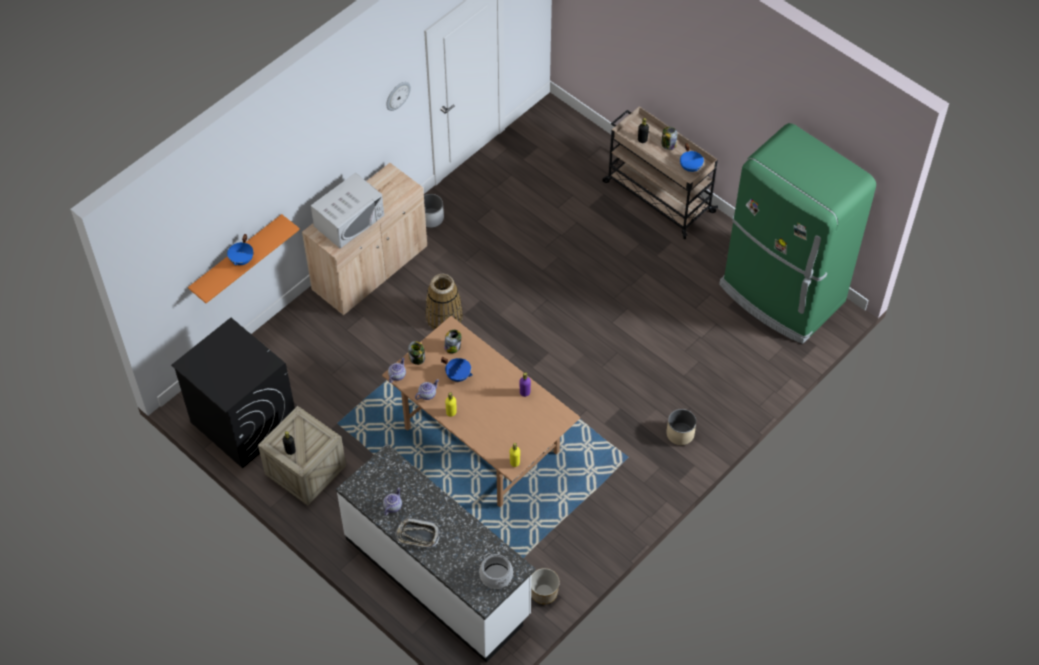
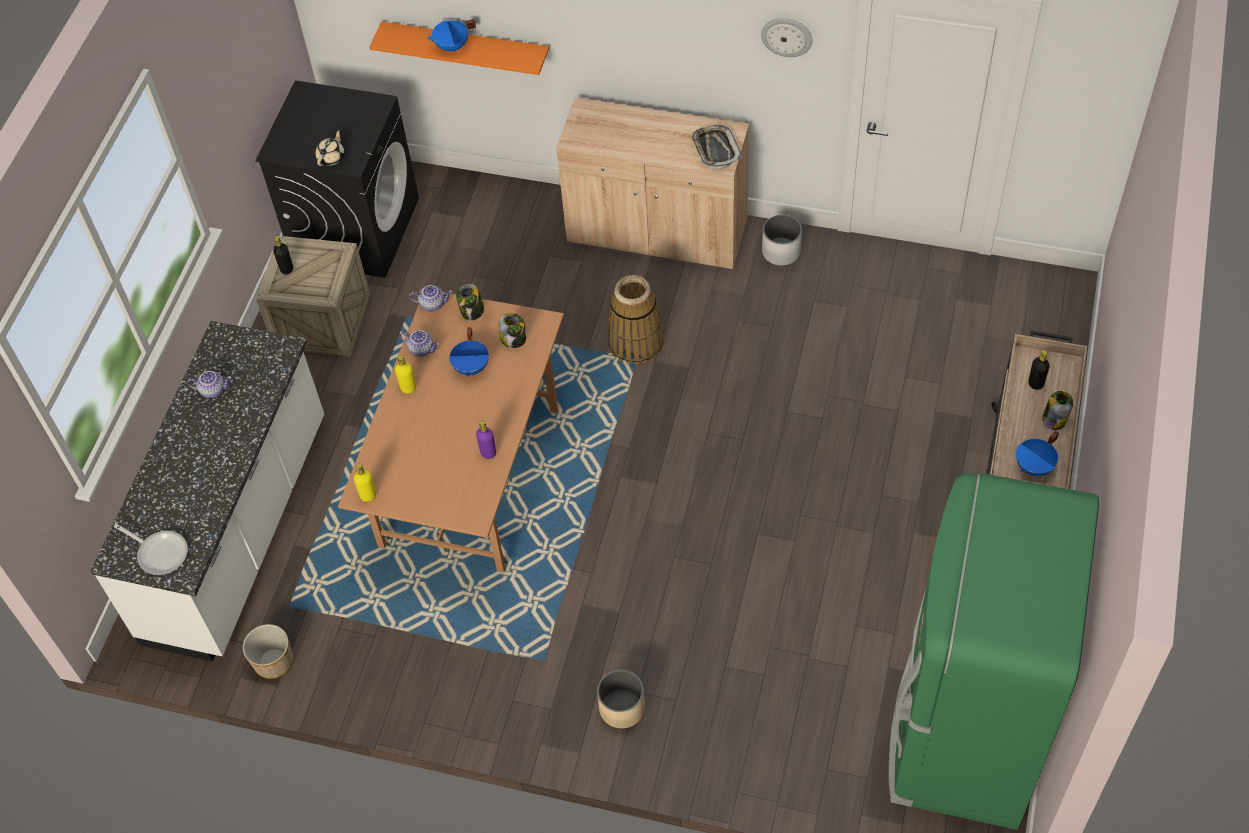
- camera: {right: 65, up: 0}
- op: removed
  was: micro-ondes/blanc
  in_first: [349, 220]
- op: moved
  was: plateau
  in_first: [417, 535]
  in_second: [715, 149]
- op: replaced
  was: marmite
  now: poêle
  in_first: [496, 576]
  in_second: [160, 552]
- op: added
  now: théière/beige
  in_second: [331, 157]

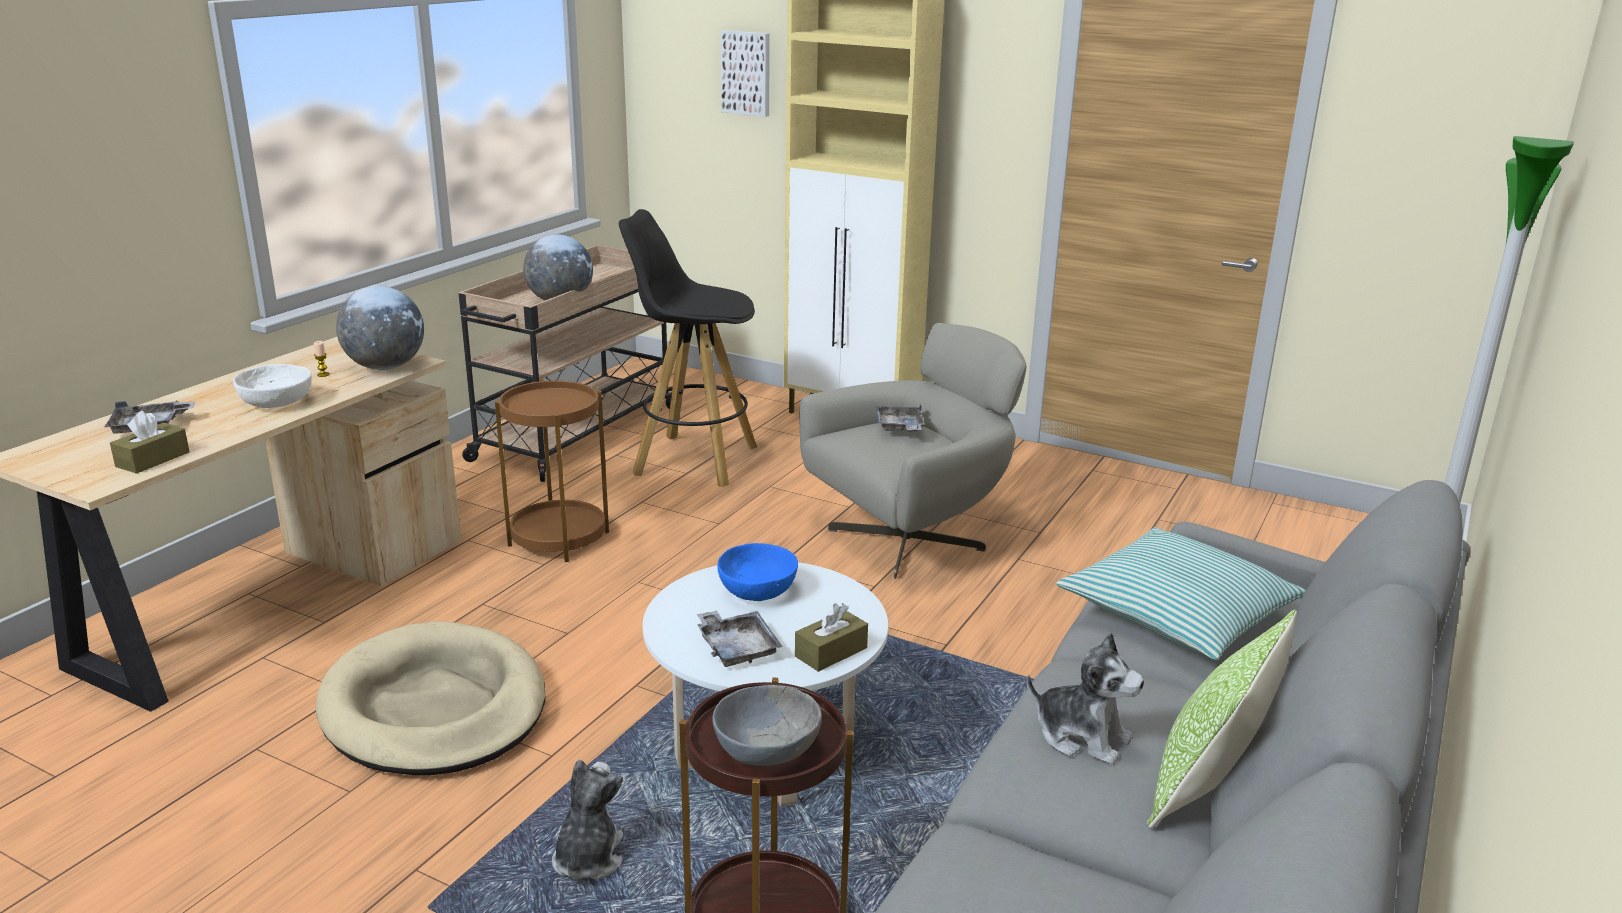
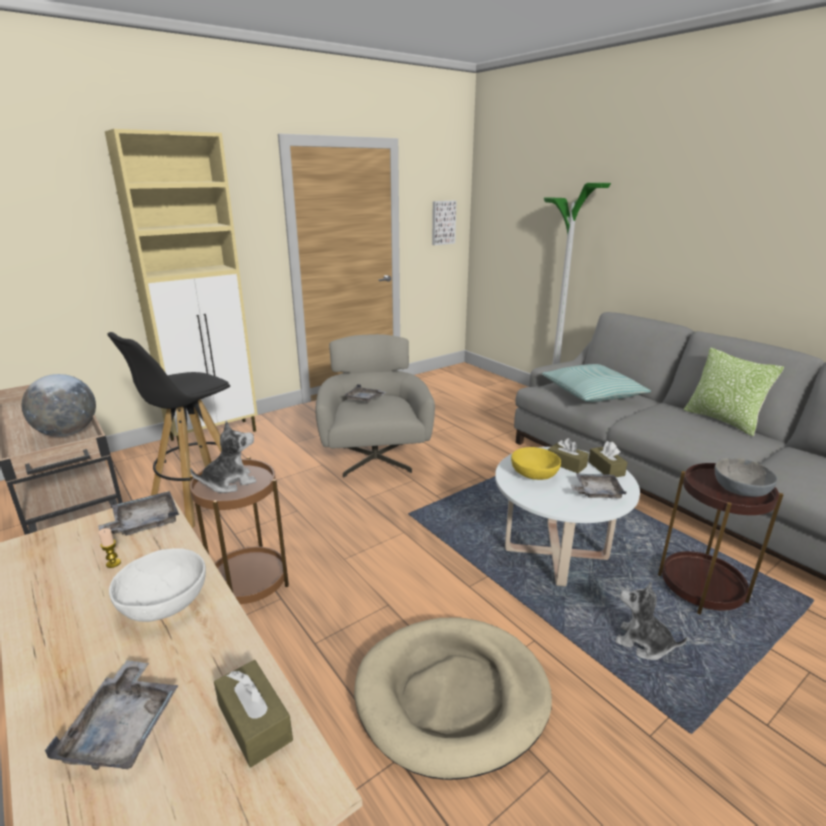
- camera: {right: -65, up: 0}
- op: replaced
  was: globe
  now: plateau/gris
  in_first: [385, 367]
  in_second: [144, 523]
- op: recoloured
  was: bol/bleu
  now: bol/jaune
  in_first: [758, 591]
  in_second: [534, 474]
- op: moved
  was: tableau
  in_first: [747, 73]
  in_second: [442, 222]
- op: moved
  was: peluche
  in_first: [1081, 737]
  in_second: [229, 482]
- op: added
  now: boîte à mouchoirs/marron
  in_second: [566, 464]

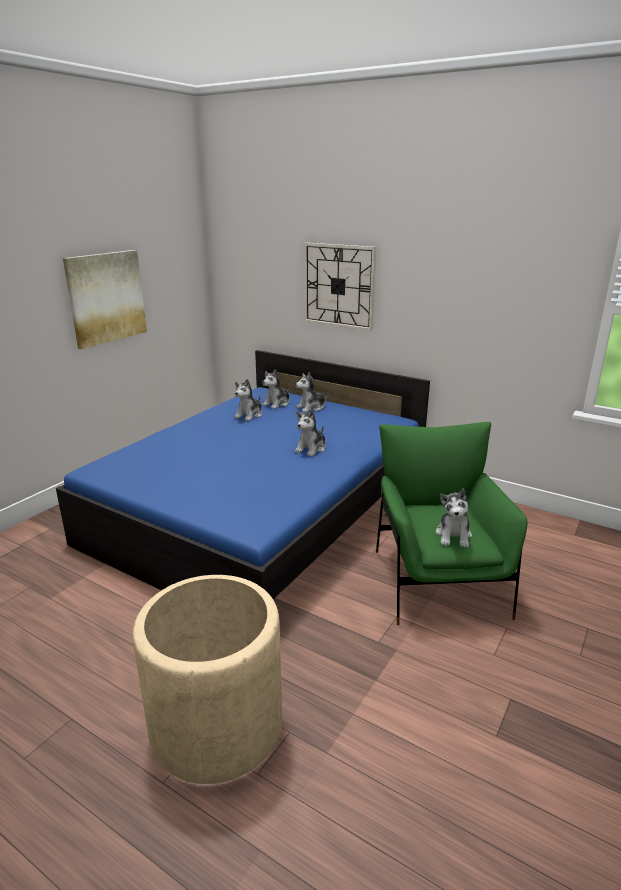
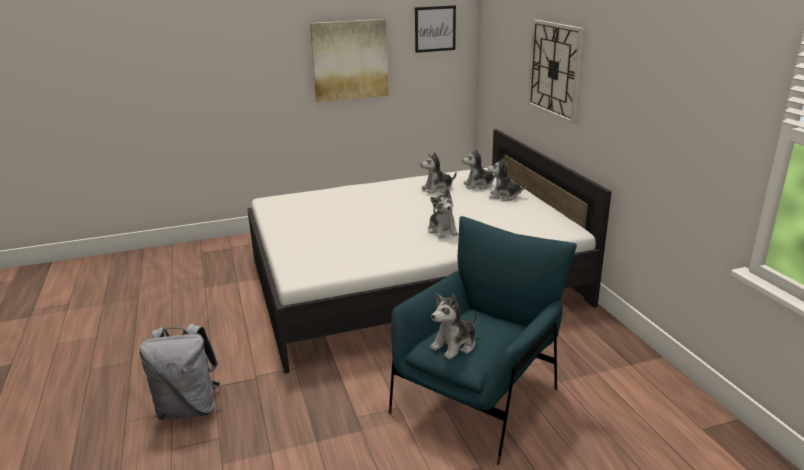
- camera: {right: 40, up: 0}
- op: recoloured
  was: lit/bleu
  now: lit/blanc
  in_first: [261, 509]
  in_second: [411, 280]
- op: replaced
  was: cache-pot/beige
  now: sac à dos/gris
  in_first: [217, 725]
  in_second: [189, 408]
- op: turned
  was: peluche
  in_first: [311, 449]
  in_second: [442, 231]
  clockwise: -90
- op: recoloured
  was: fauteuil/vert
  now: fauteuil/bleu
  in_first: [438, 579]
  in_second: [478, 397]
- op: added
  now: tableau
  in_second: [435, 29]

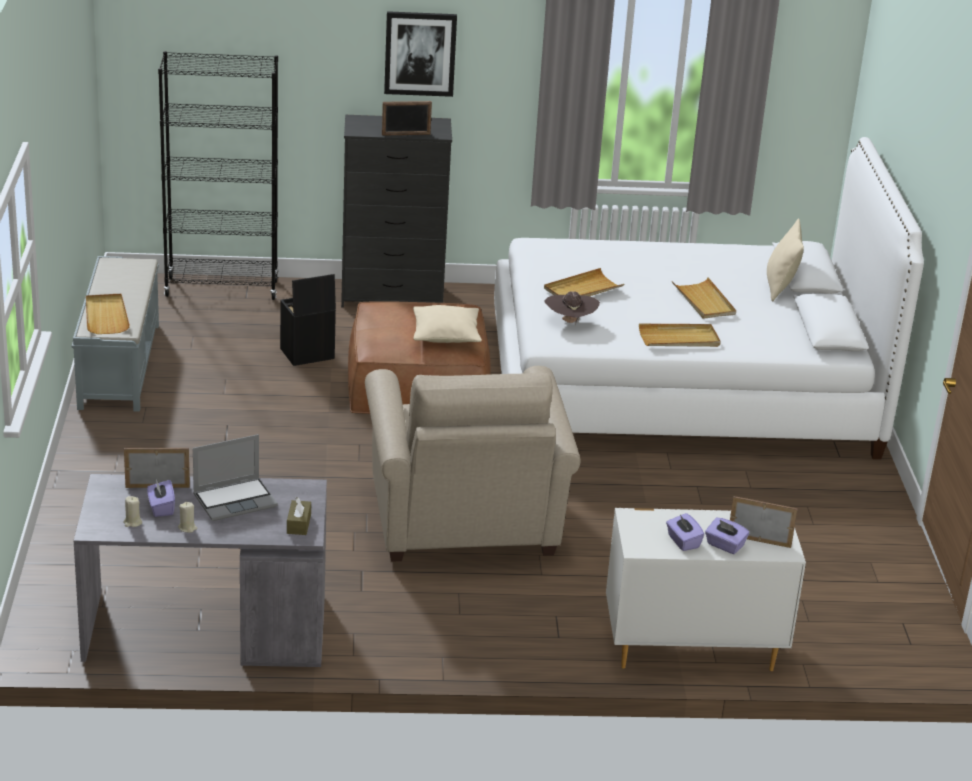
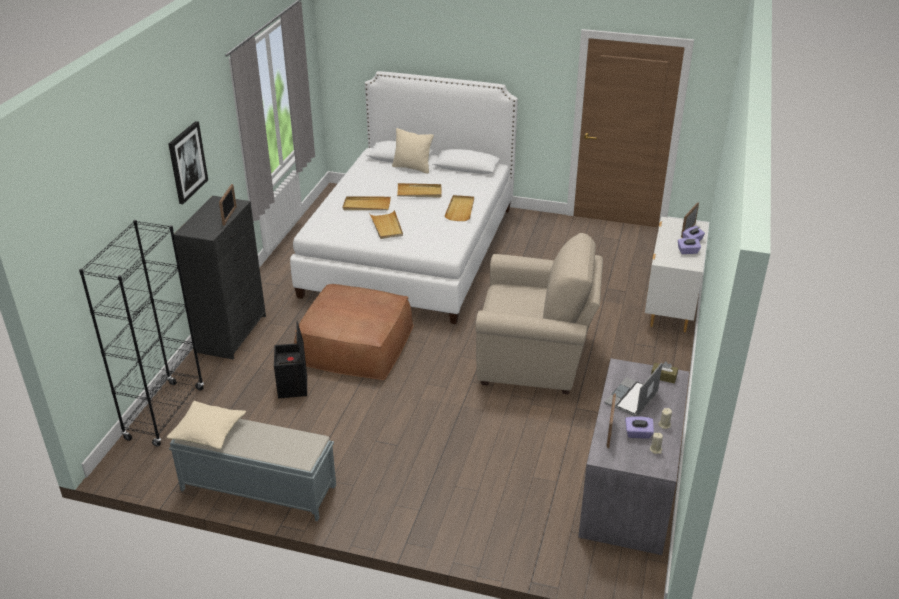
- camera: {right: -70, up: 5}
- op: moved
  was: plateau/beige
  in_first: [106, 316]
  in_second: [366, 205]
- op: turned
  was: ordinateur portable
  in_first: [235, 500]
  in_second: [632, 399]
  clockwise: -135
- op: moved
  was: coussin/beige
  in_first: [446, 335]
  in_second: [208, 432]
- op: removed
  was: chapeau/marron
  in_first: [570, 322]

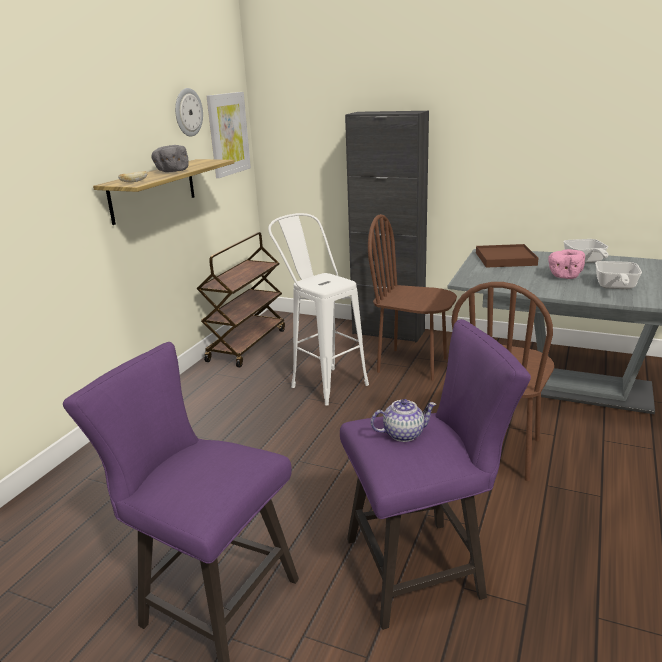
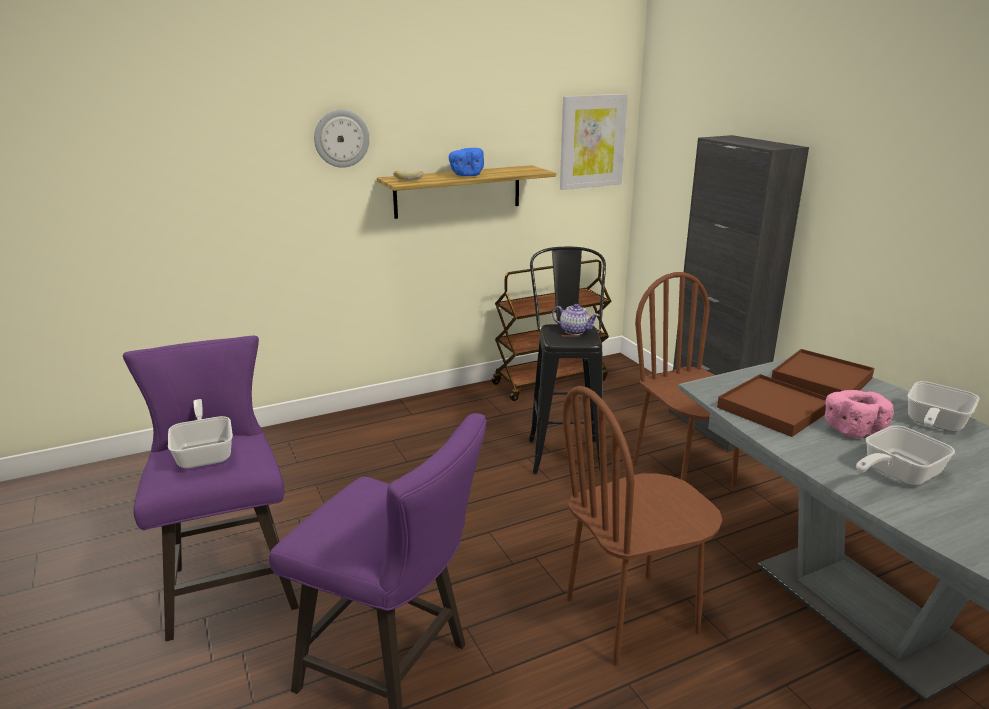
- camera: {right: 40, up: 0}
- op: recoloured
  was: bol/gris
  now: bol/bleu
  in_first: [171, 171]
  in_second: [466, 175]
- op: moved
  was: horloge murale
  in_first: [188, 112]
  in_second: [341, 138]
- op: recoloured
  was: tabouret/blanc
  now: tabouret/noir
  in_first: [322, 382]
  in_second: [563, 449]
- op: moved
  was: théière
  in_first: [403, 434]
  in_second: [575, 331]
- op: added
  now: poêle
  in_second: [205, 452]
- op: added
  now: plateau/marron
  in_second: [774, 409]

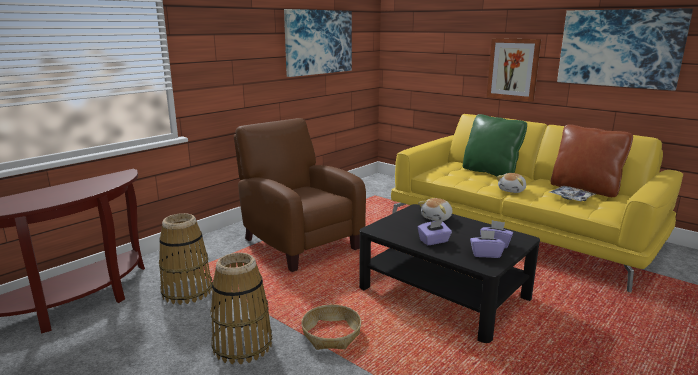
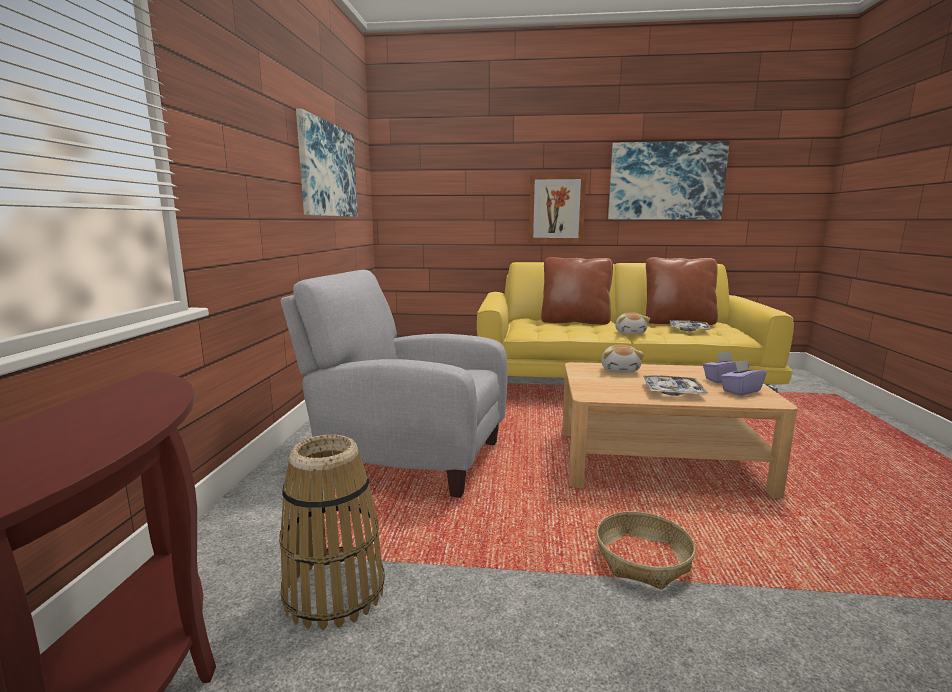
- camera: {right: -35, up: -5}
- op: removed
  was: panier
  in_first: [242, 345]
- op: recoloured
  was: fauteuil/marron
  now: fauteuil/gris
  in_first: [298, 242]
  in_second: [406, 456]
- op: recoloured
  was: table basse/noir
  now: table basse/beige
  in_first: [444, 292]
  in_second: [658, 461]
- op: replaced
  was: boîte à mouchoirs/violet
  now: plateau
  in_first: [434, 241]
  in_second: [673, 392]
- op: recoloured
  was: coussin/vert
  now: coussin/marron
  in_first: [490, 172]
  in_second: [575, 322]

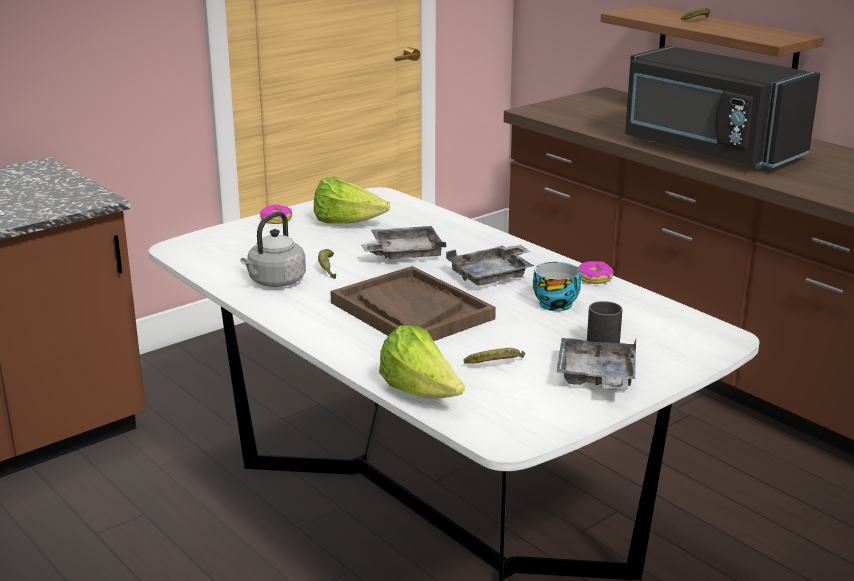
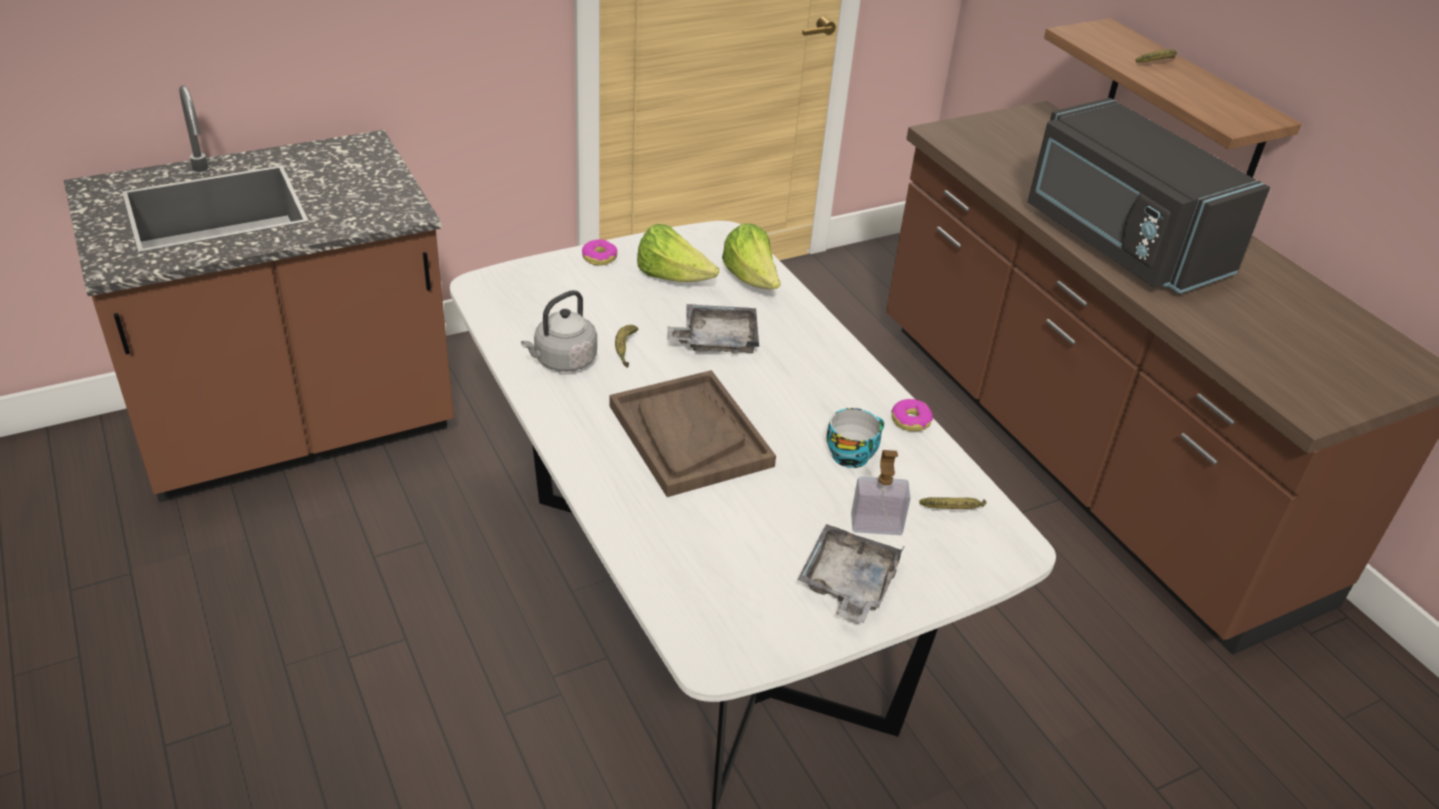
- camera: {right: 10, up: 15}
- op: moved
  was: laitue
  in_first: [421, 393]
  in_second: [752, 280]
- op: removed
  was: plateau/gris
  in_first: [492, 276]
- op: moved
  was: banane
  in_first: [497, 364]
  in_second: [954, 510]
- op: replaced
  was: mug/noir
  now: distributeur de savon
  in_first: [600, 340]
  in_second: [876, 525]

